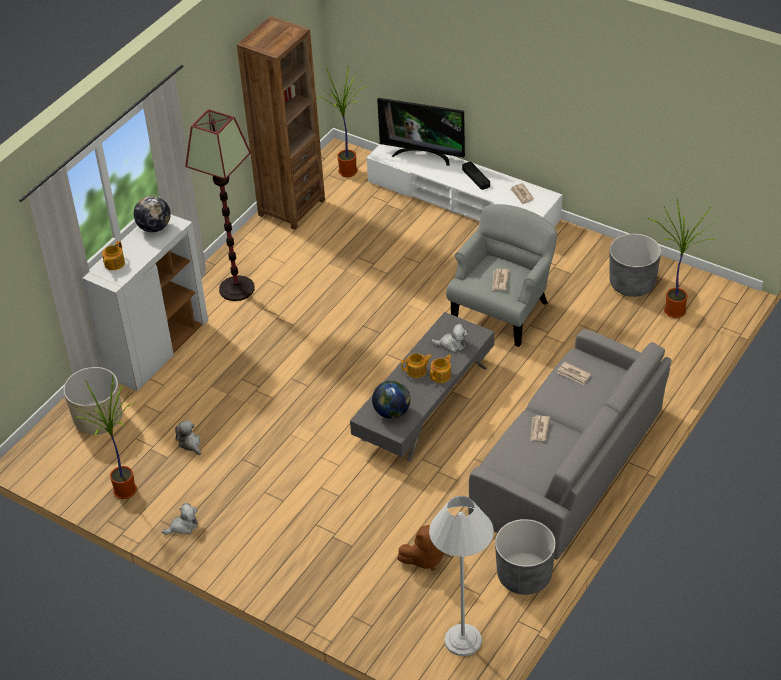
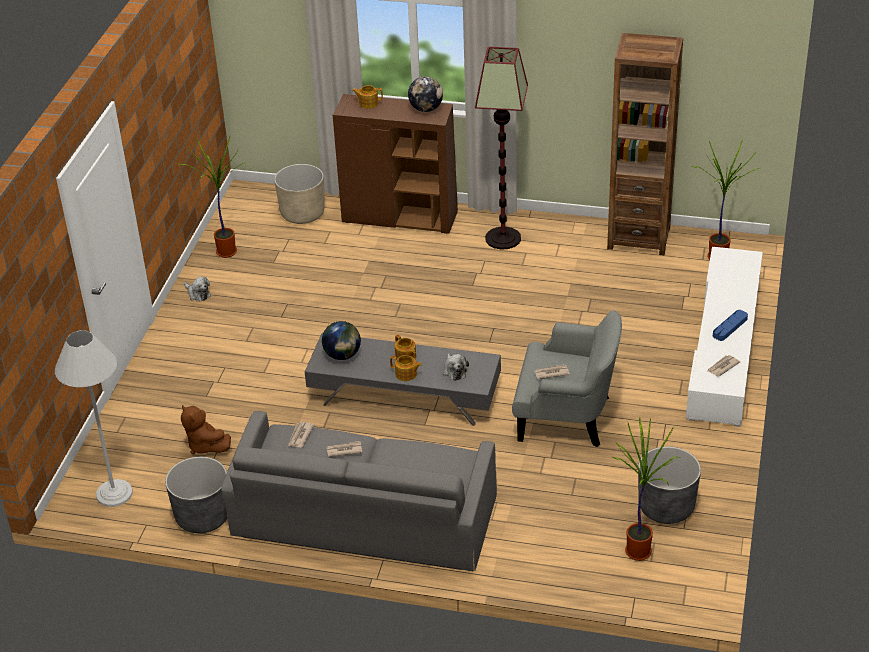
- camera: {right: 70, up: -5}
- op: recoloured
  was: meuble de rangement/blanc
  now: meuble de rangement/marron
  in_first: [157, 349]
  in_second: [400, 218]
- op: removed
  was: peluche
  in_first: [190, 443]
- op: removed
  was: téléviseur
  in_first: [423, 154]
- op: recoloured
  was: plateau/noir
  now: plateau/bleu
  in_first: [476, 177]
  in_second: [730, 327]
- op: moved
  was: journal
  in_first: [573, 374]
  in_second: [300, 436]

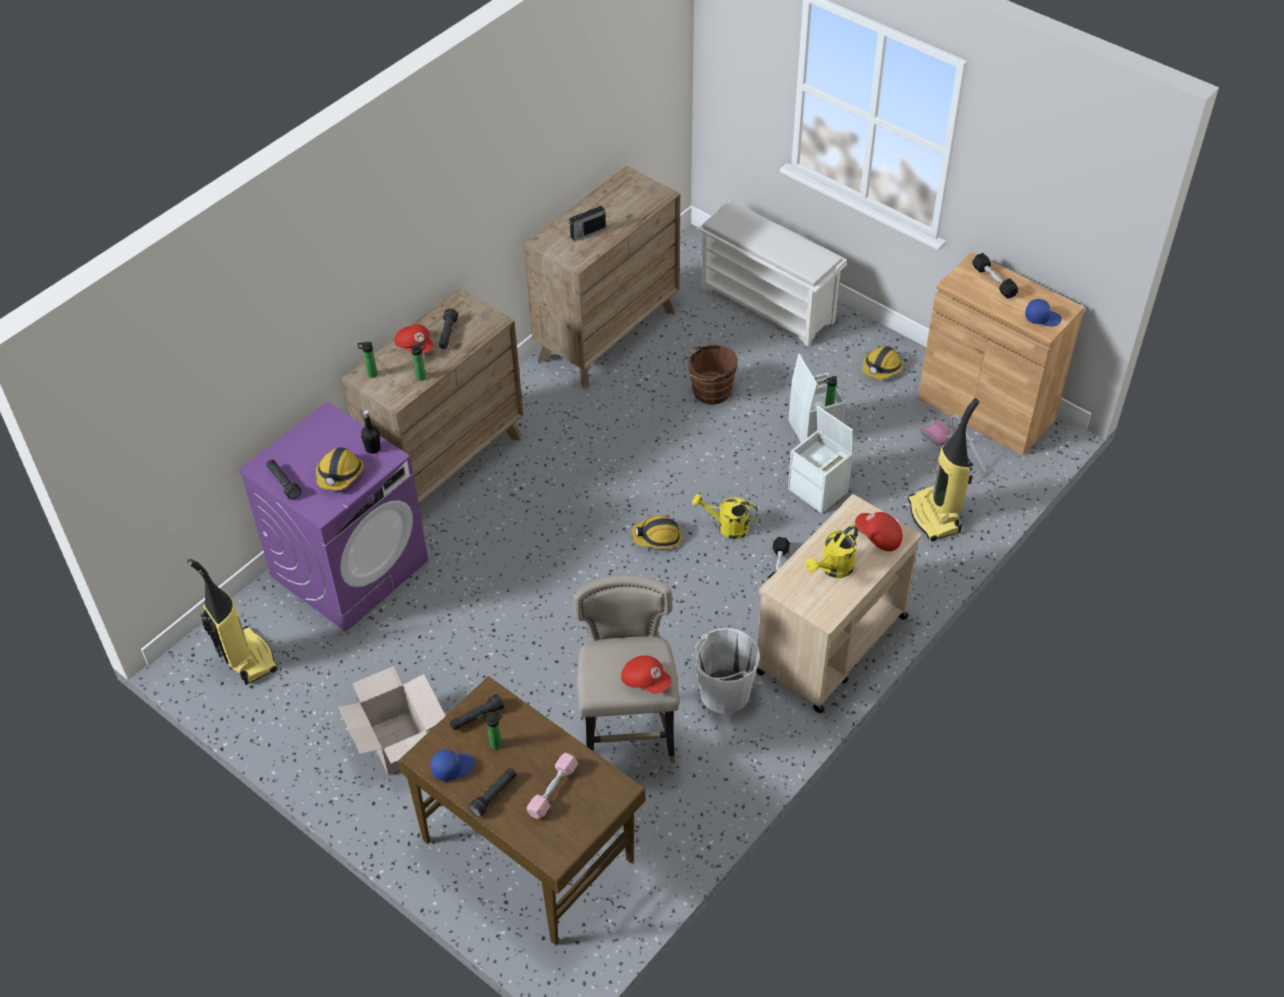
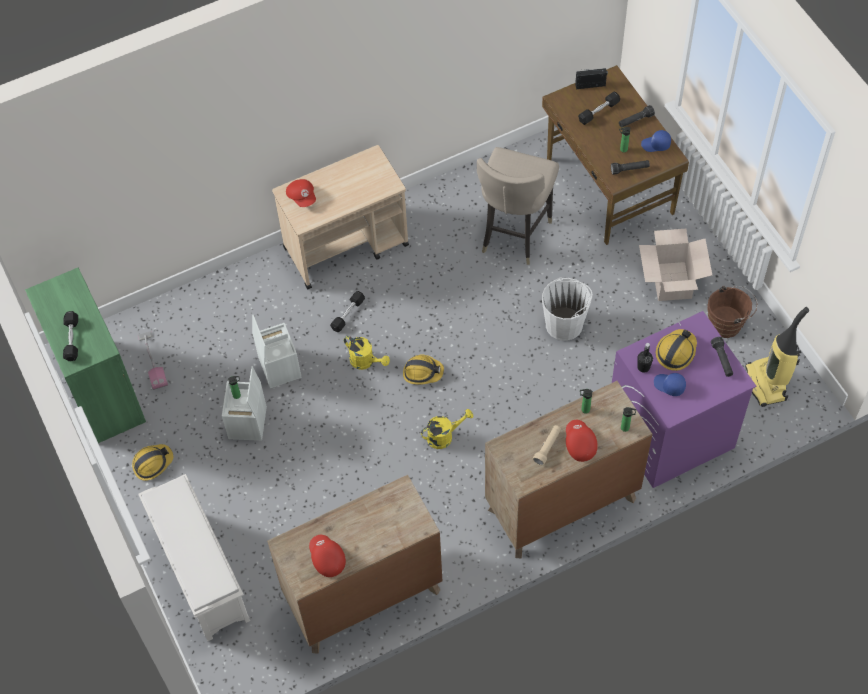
- camera: {right: -155, up: 10}
- op: recoloured
  was: lampe de poche/noir
  now: lampe de poche/beige
  in_first: [447, 334]
  in_second: [547, 447]
- op: recoloured
  was: haltère/rose
  now: haltère/noir
  in_first: [553, 790]
  in_second: [598, 112]
- op: moved
  was: radio
  in_first: [587, 233]
  in_second: [591, 85]
- op: moved
  was: casquette/rouge
  in_first: [646, 680]
  in_second: [326, 559]
- op: moved
  was: seau/marron
  in_first: [709, 392]
  in_second: [727, 323]
- op: moved
  was: seau/blanc
  in_first: [724, 692]
  in_second: [564, 324]
- op: moved
  was: arrosoir/jaune
  in_first: [833, 569]
  in_second: [444, 436]
- op: removed
  was: aspirateur
  in_first: [935, 516]
- op: recoloured
  was: meuble de rangement/marron
  now: meuble de rangement/vert
  in_first: [986, 409]
  in_second: [101, 391]
- op: moved
  was: casquette/bleu
  in_first: [1042, 317]
  in_second: [669, 386]

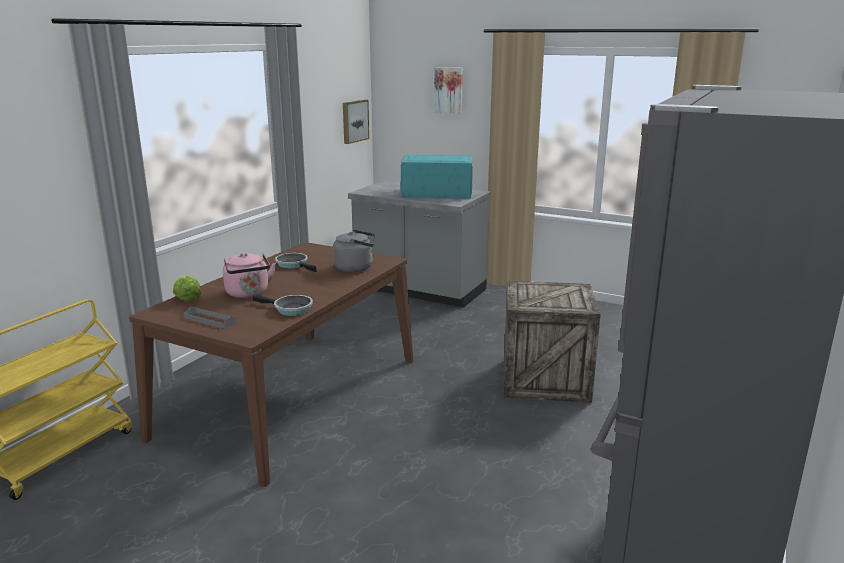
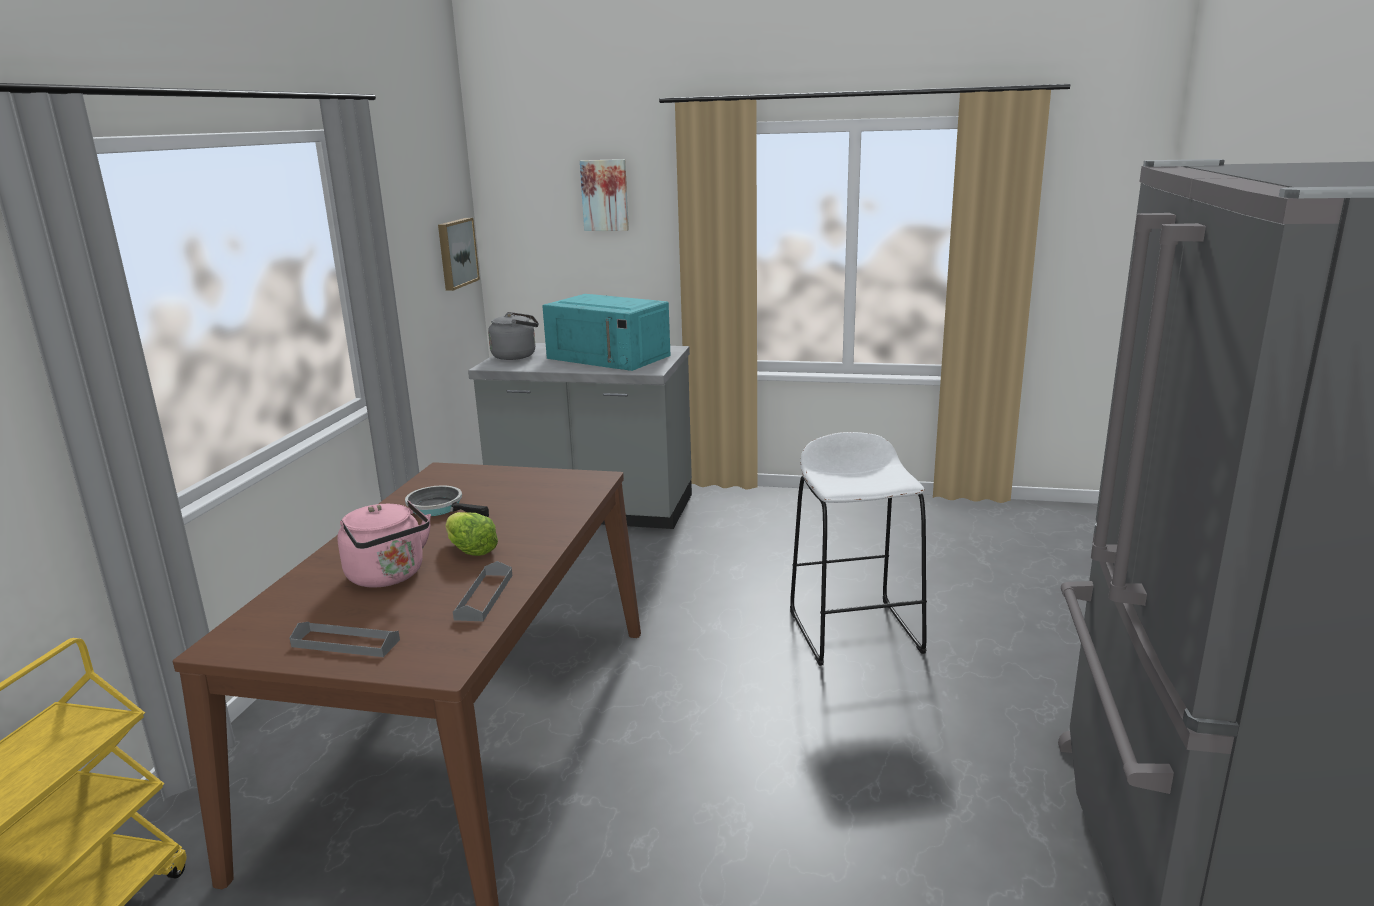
- camera: {right: -15, up: 0}
- op: moved
  was: laitue
  in_first: [187, 298]
  in_second: [470, 549]
- op: replaced
  was: poêle
  now: plateau/gris
  in_first: [290, 309]
  in_second: [484, 596]
- op: moved
  was: bouilloire/gris
  in_first: [356, 268]
  in_second: [517, 356]
- op: turned
  was: micro-ondes/turquoise
  in_first: [436, 193]
  in_second: [609, 357]
  clockwise: -135
- op: replaced
  was: caisse
  now: tabouret/blanc
  in_first: [546, 380]
  in_second: [855, 631]

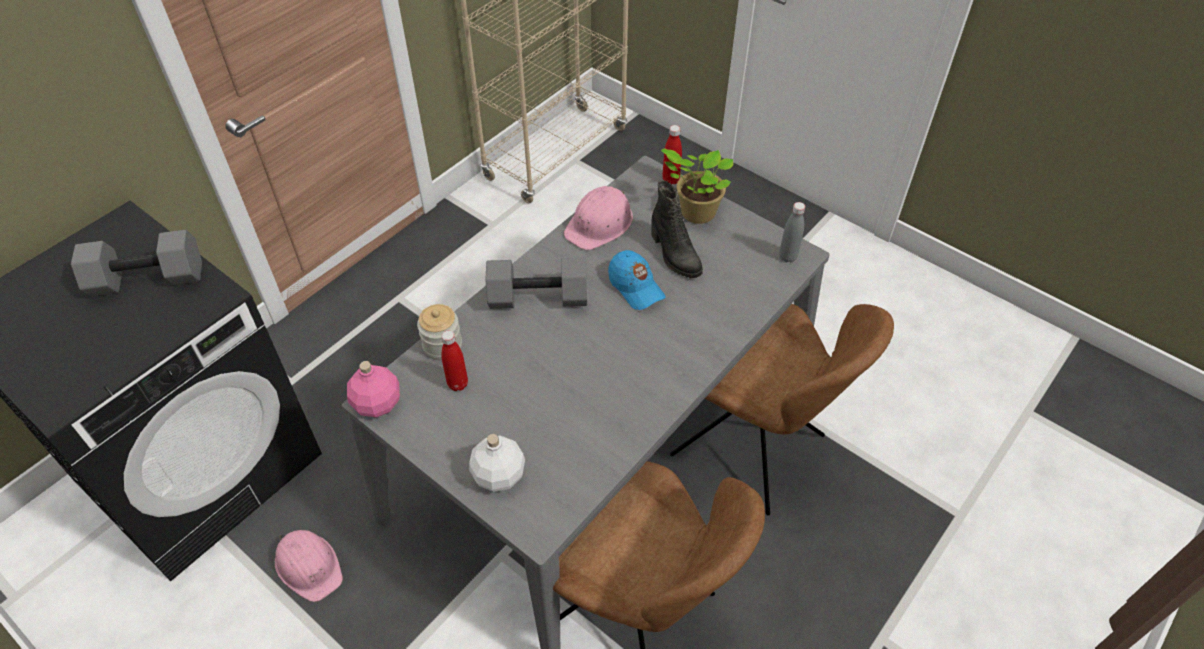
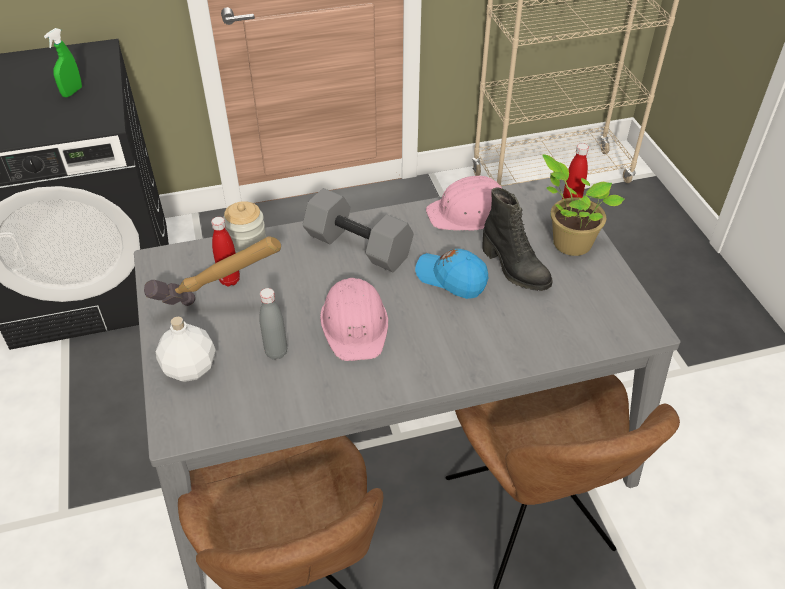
- camera: {right: 35, up: -5}
- op: replaced
  was: haltère/gris
  now: vaporisateur/vert
  in_first: [146, 280]
  in_second: [72, 92]
- op: moved
  was: casque de chantier/rose
  in_first: [309, 565]
  in_second: [355, 324]
- op: removed
  was: bouteille/rose
  in_first: [377, 404]
- op: turned
  was: casquette/bleu
  in_first: [635, 287]
  in_second: [451, 278]
  clockwise: 120
- op: turned
  was: botte/noir
  in_first: [674, 255]
  in_second: [514, 269]
  clockwise: -45
- op: moved
  was: bouteille/gris
  in_first: [787, 257]
  in_second: [276, 352]
- op: added
  now: marteau
  in_second: [221, 314]

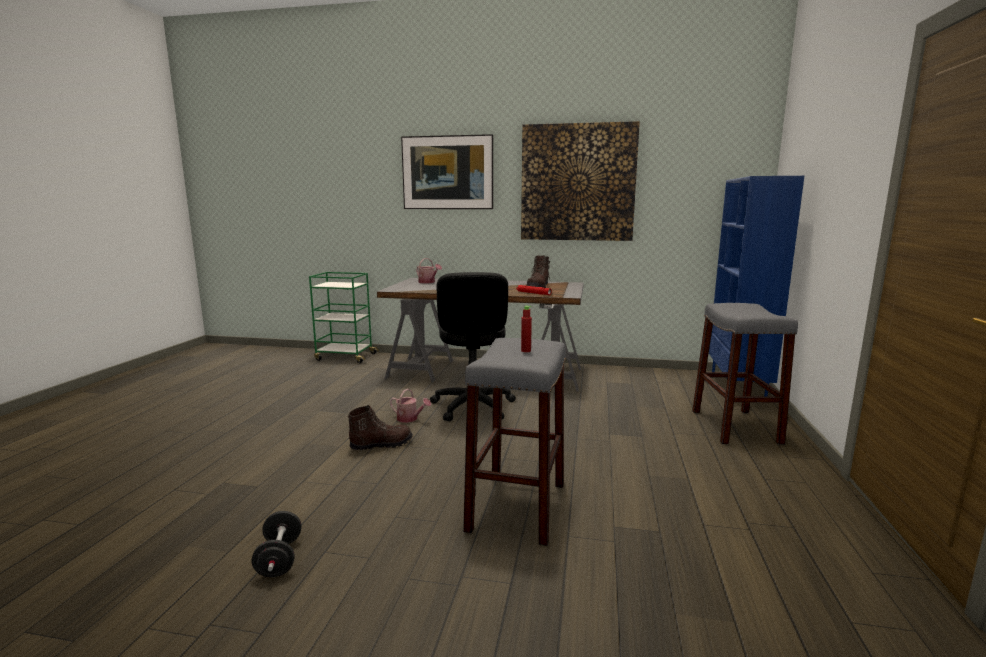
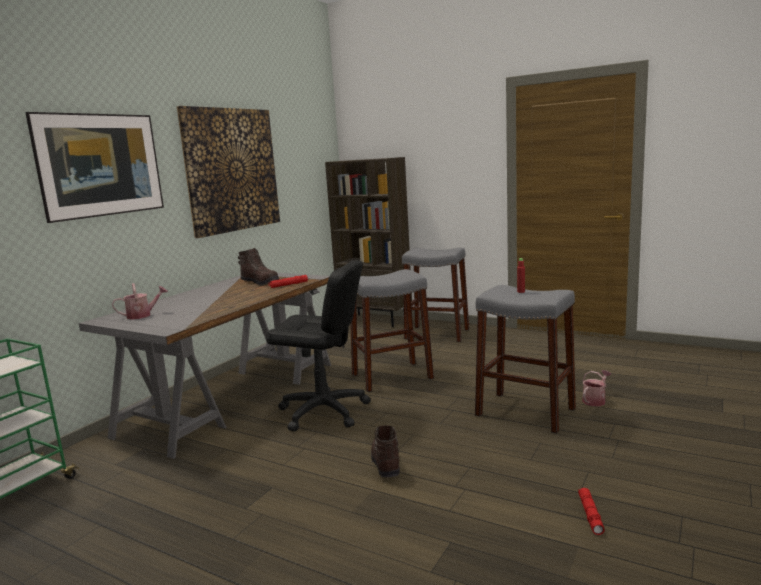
- camera: {right: -70, up: 0}
- op: replaced
  was: haltère/noir
  now: lampe de poche/rouge
  in_first: [279, 559]
  in_second: [590, 514]
- op: moved
  was: arrosoir
  in_first: [410, 419]
  in_second: [595, 400]
- op: recoloured
  was: bibliothèque/bleu
  now: bibliothèque/marron
  in_first: [738, 388]
  in_second: [376, 320]
- op: added
  now: tabouret/gris
  in_second: [392, 376]

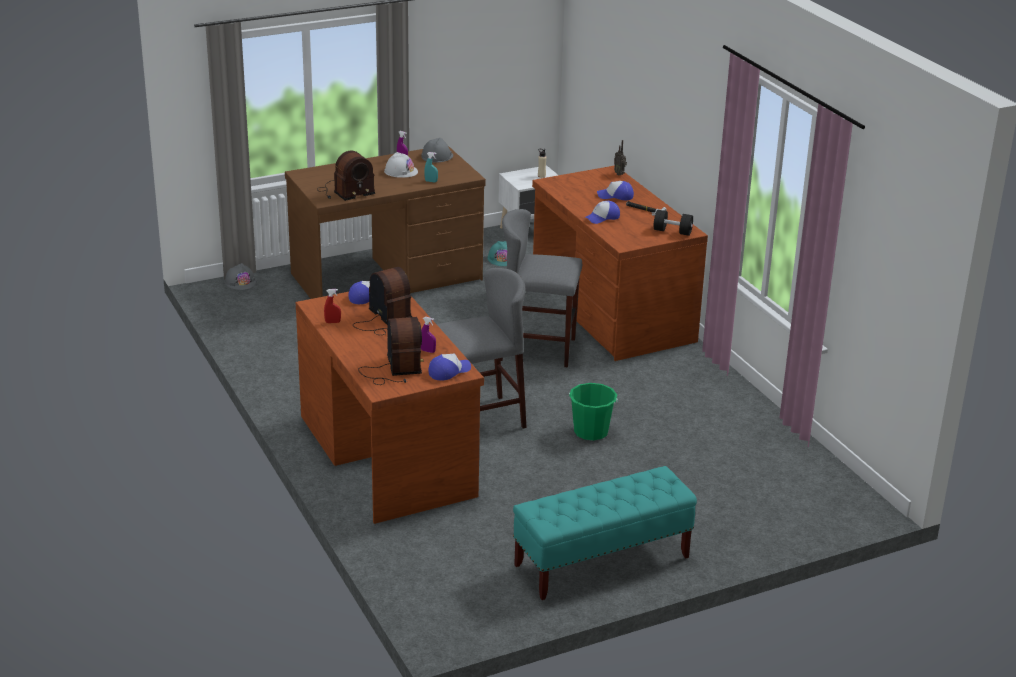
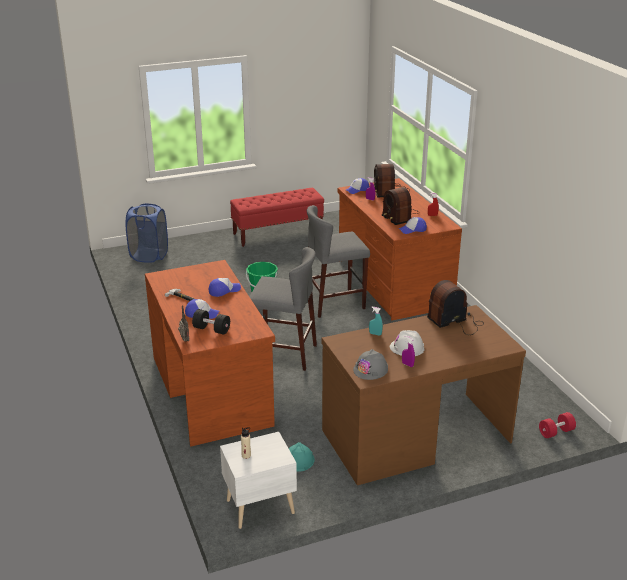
- camera: {right: -175, up: 0}
- op: replaced
  was: casque de chantier/gris
  now: haltère/rouge
  in_first: [240, 282]
  in_second: [556, 432]
- op: recoloured
  was: banc/turquoise
  now: banc/rouge
  in_first: [601, 562]
  in_second: [278, 233]
- op: moved
  was: haltère/noir
  in_first: [672, 231]
  in_second: [211, 329]
- op: added
  now: panier à linge/bleu
  in_second: [149, 255]

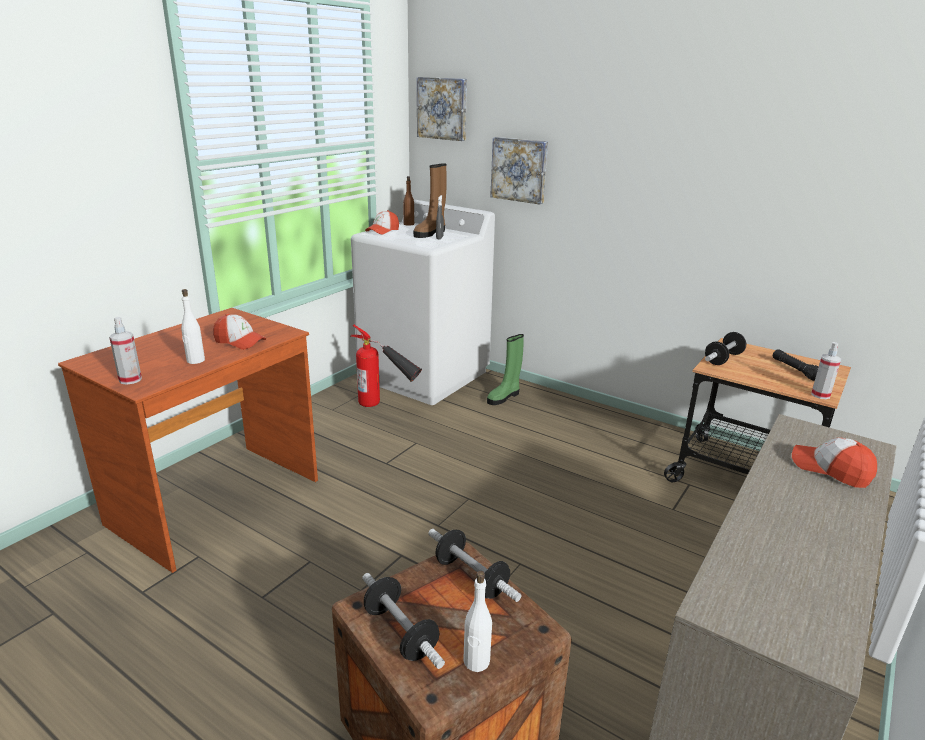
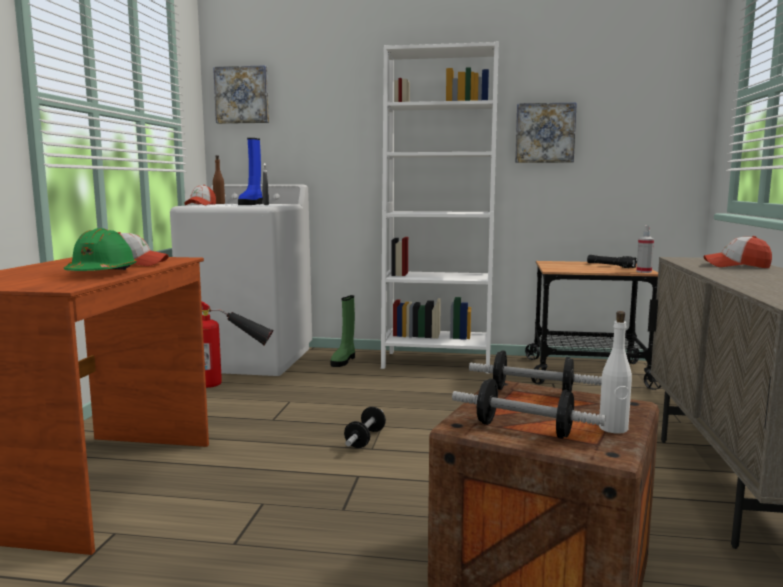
- camera: {right: -25, up: -15}
- op: removed
  was: vaporisateur
  in_first: [130, 380]
- op: replaced
  was: bouteille/blanc
  now: casque de chantier/vert
  in_first: [195, 360]
  in_second: [102, 273]
- op: recoloured
  was: botte/marron
  now: botte/bleu
  in_first: [430, 233]
  in_second: [251, 204]
- op: moved
  was: tableau
  in_first: [519, 170]
  in_second: [545, 133]
- op: moved
  was: haltère
  in_first: [723, 359]
  in_second: [365, 439]
- op: added
  now: bibliothèque/blanc
  in_second: [437, 362]

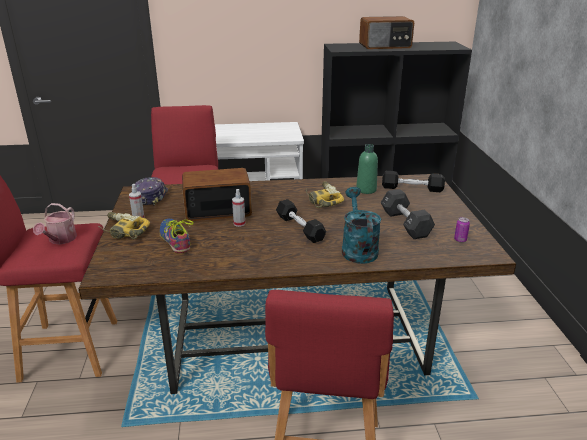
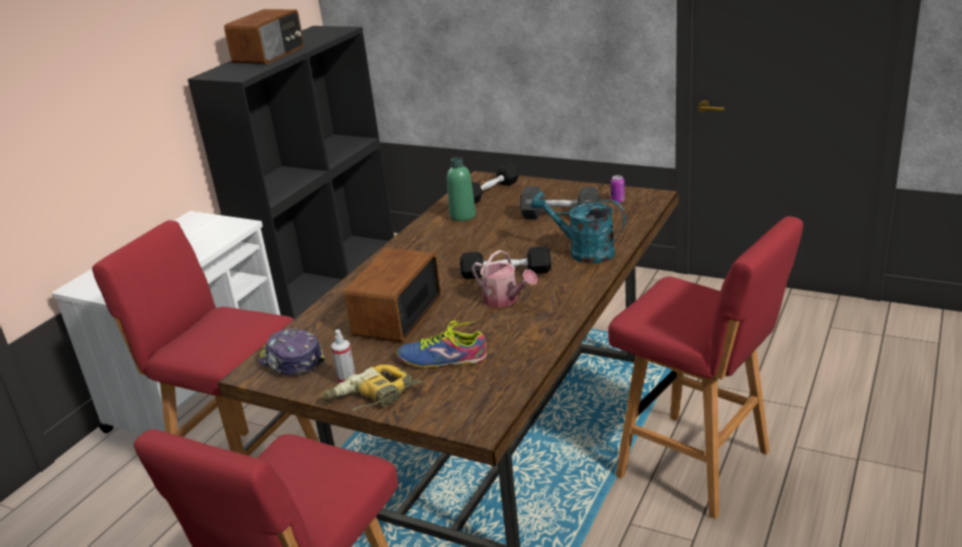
- camera: {right: -55, up: 0}
- op: moved
  was: arrosoir
  in_first: [60, 240]
  in_second: [505, 300]
- op: removed
  was: vaporisateur
  in_first: [239, 223]
- op: removed
  was: perceuse
  in_first: [322, 199]

